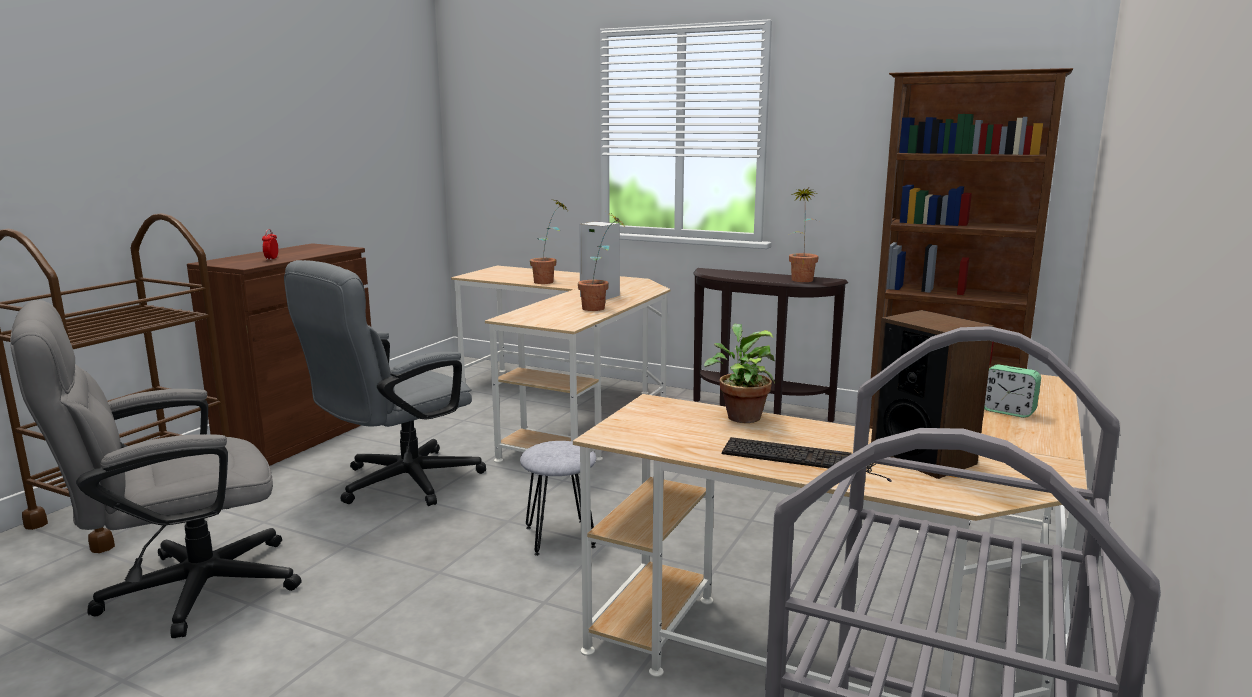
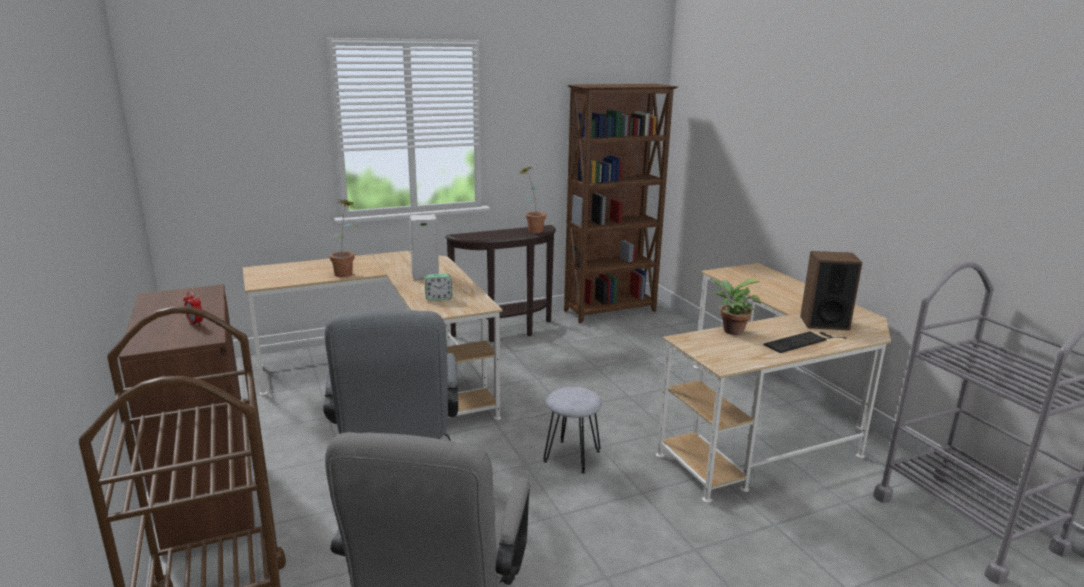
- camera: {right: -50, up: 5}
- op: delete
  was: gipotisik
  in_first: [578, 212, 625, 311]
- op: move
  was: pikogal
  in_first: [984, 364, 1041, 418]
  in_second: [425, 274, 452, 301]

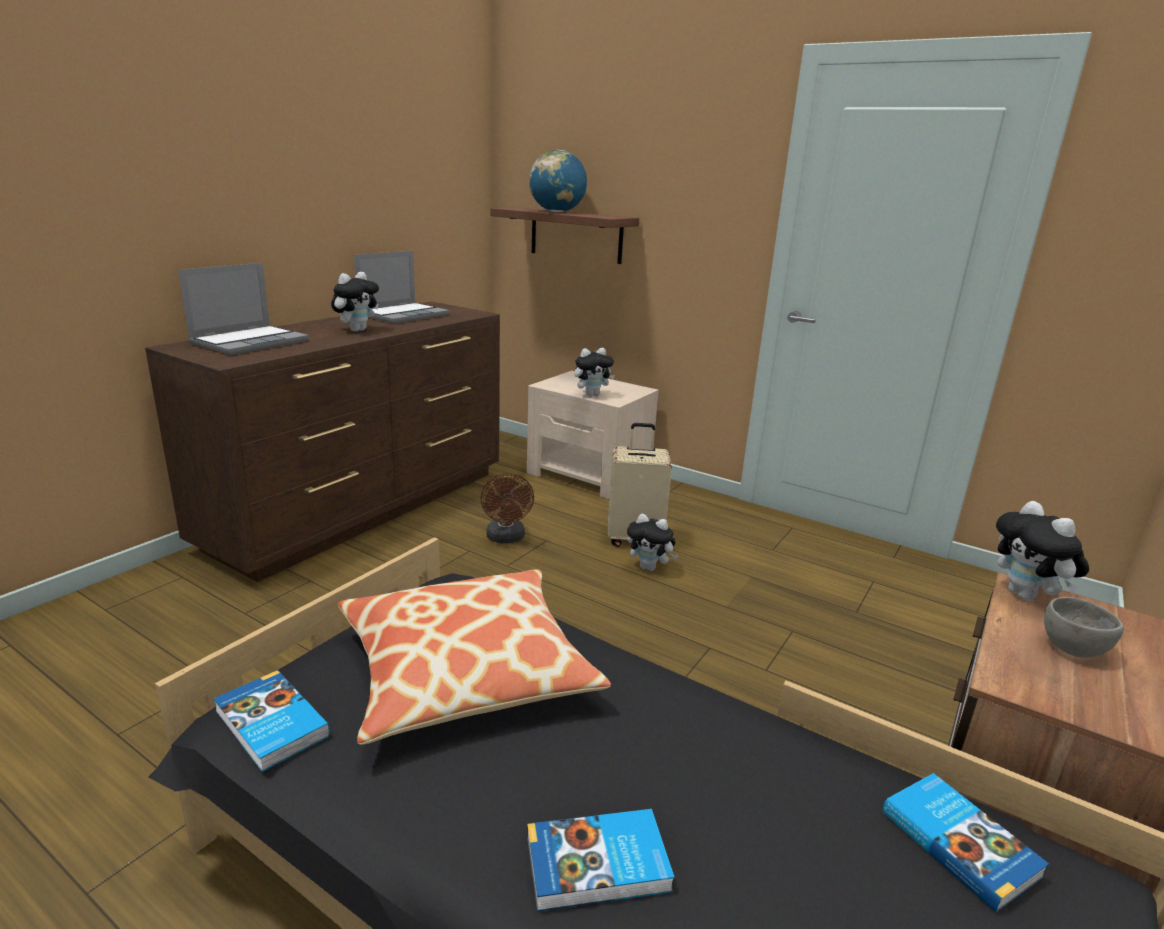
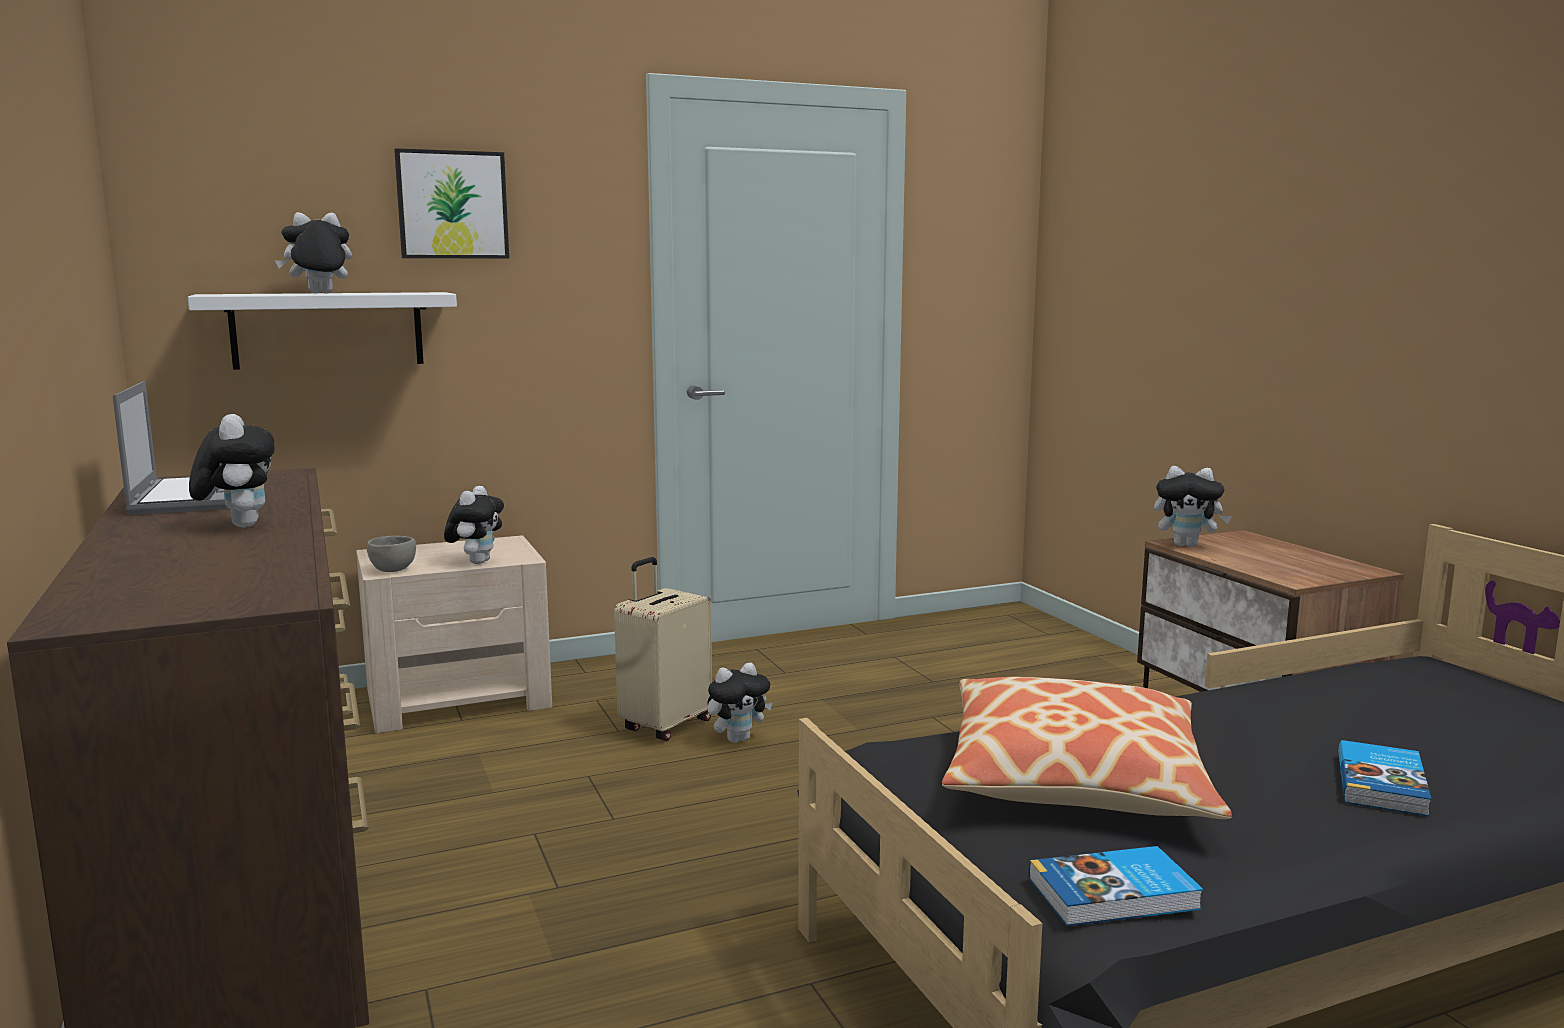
- camera: {right: -55, up: -10}
- op: delete
  was: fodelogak
  in_first: [178, 263, 309, 355]
- op: delete
  was: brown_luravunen
  in_first: [481, 473, 534, 543]
- op: delete
  was: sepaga
  in_first: [883, 773, 1049, 913]
- op: insert
  now: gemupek
  in_second: [394, 148, 509, 258]
- op: move
  was: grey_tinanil
  in_first: [1044, 597, 1124, 658]
  in_second: [367, 536, 416, 572]
- op: replace
  was: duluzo
  now: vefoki
  in_first: [529, 150, 587, 212]
  in_second: [275, 212, 352, 294]
- op: recolor
  was: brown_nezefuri
  now: white_nezefuri
  in_first: [490, 207, 639, 264]
  in_second: [188, 292, 457, 370]

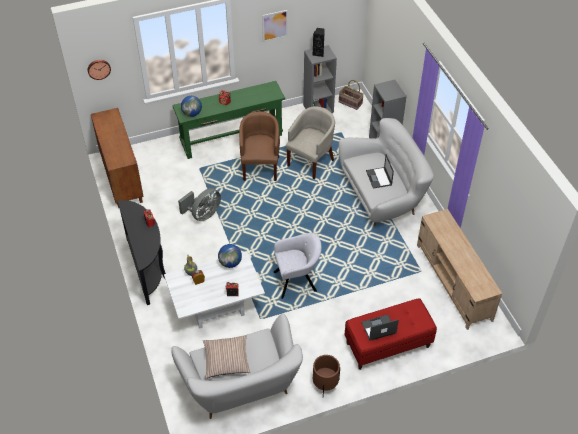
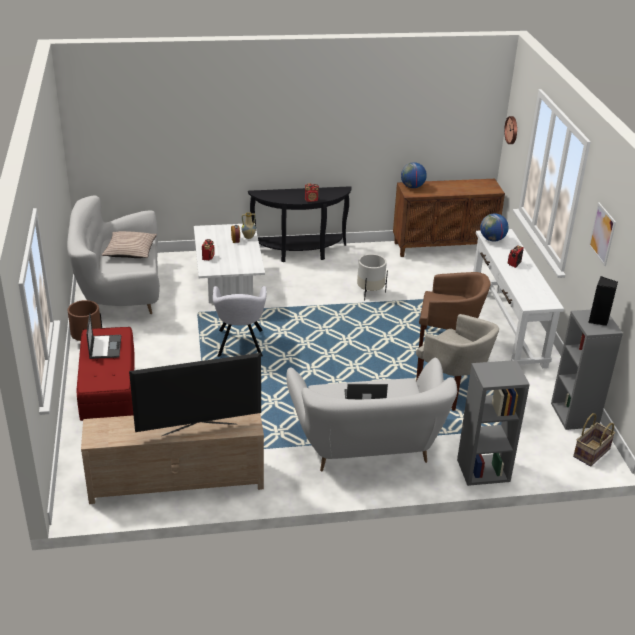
- camera: {right: 100, up: -15}
- op: insert
  now: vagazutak
  in_second: [129, 353, 261, 436]
- op: move
  was: duluzo
  in_first: [218, 244, 242, 268]
  in_second: [401, 162, 427, 188]
- op: replace
  was: grey_luravunen
  now: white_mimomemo
  in_first: [178, 188, 221, 221]
  in_second: [357, 254, 388, 301]
- op: recolor
  was: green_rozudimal
  now: white_rozudimal
  in_first: [172, 81, 285, 159]
  in_second: [473, 229, 564, 368]

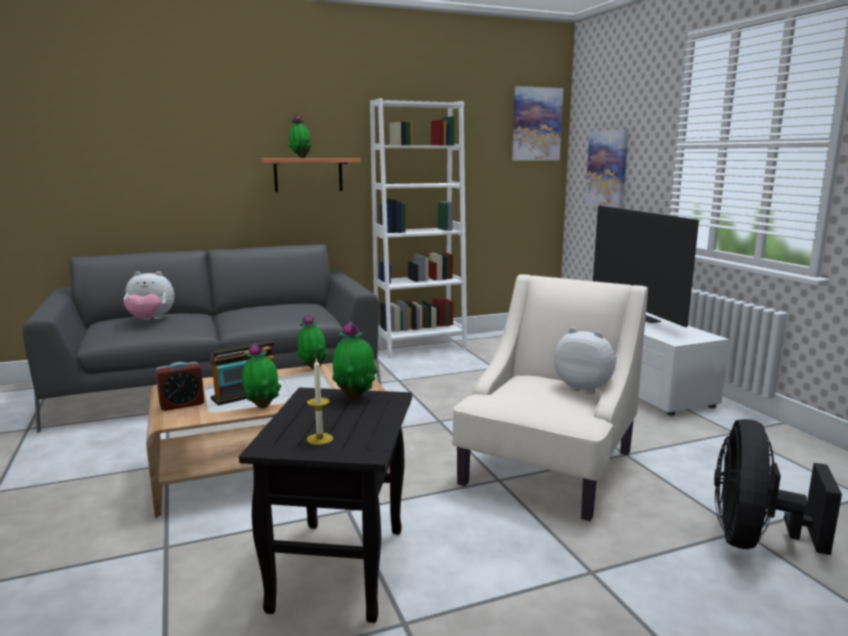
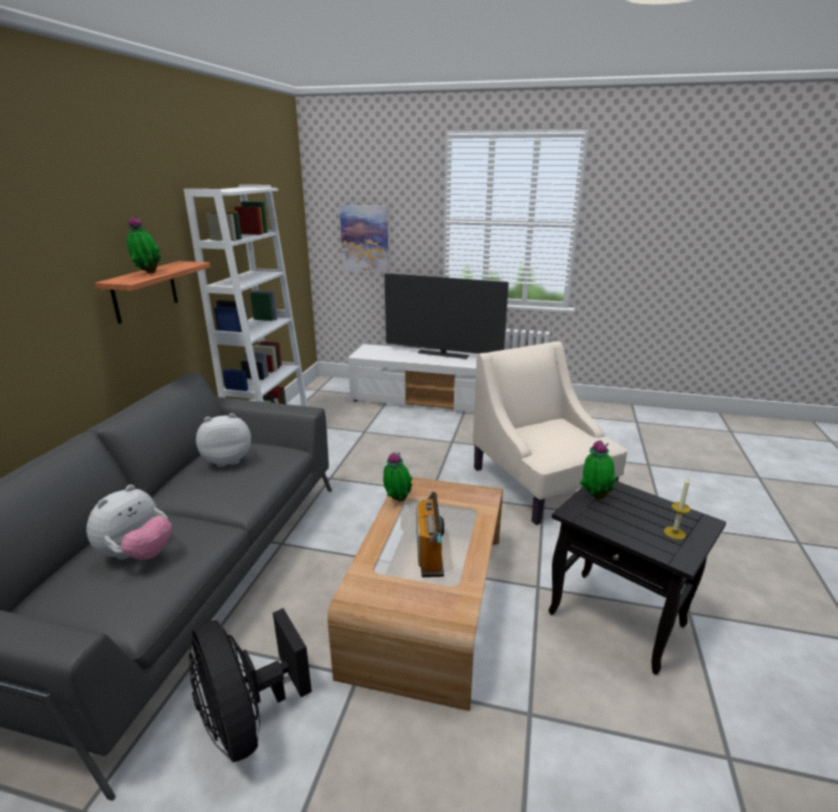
- camera: {right: -55, up: 10}
- op: delete
  was: pikogal
  in_first: [156, 362, 204, 411]
- op: delete
  was: gipotisik
  in_first: [242, 343, 282, 408]
- op: delete
  was: gemupek
  in_first: [512, 86, 563, 161]
- op: move
  was: vefoki
  in_first: [554, 327, 617, 394]
  in_second: [196, 413, 251, 467]
- op: move
  was: black_luravunen
  in_first: [714, 419, 842, 555]
  in_second: [189, 608, 312, 762]

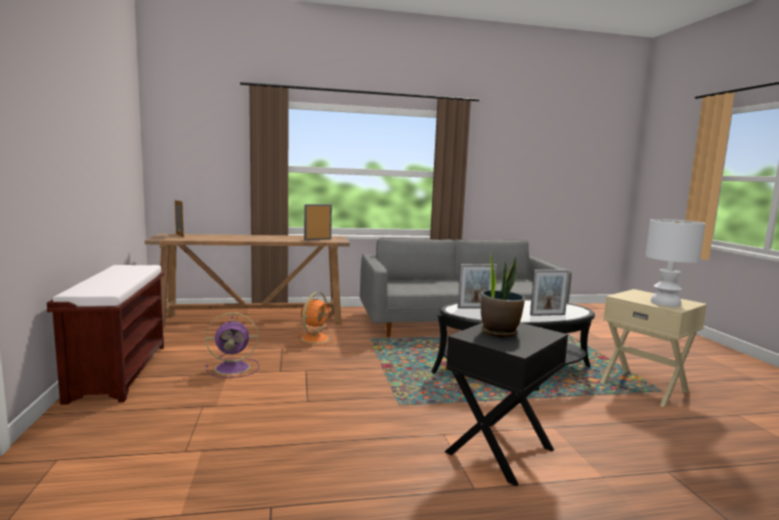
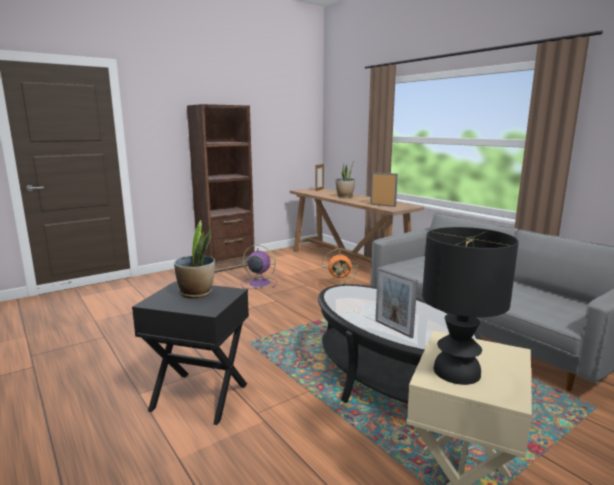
- camera: {right: 65, up: 5}
- op: delete
  was: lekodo
  in_first: [458, 264, 497, 309]
- op: insert
  now: gipotisik
  in_second: [336, 161, 355, 198]
- op: replace
  was: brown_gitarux
  now: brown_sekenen
  in_first: [47, 265, 165, 405]
  in_second: [187, 104, 255, 273]
- op: recolor
  was: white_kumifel
  now: black_kumifel
  in_first: [646, 219, 705, 307]
  in_second: [422, 227, 519, 385]
- op: rotate
  was: purple_luravunen
  in_first: [205, 313, 259, 378]
  in_second: [241, 245, 277, 289]
  clockwise: 150

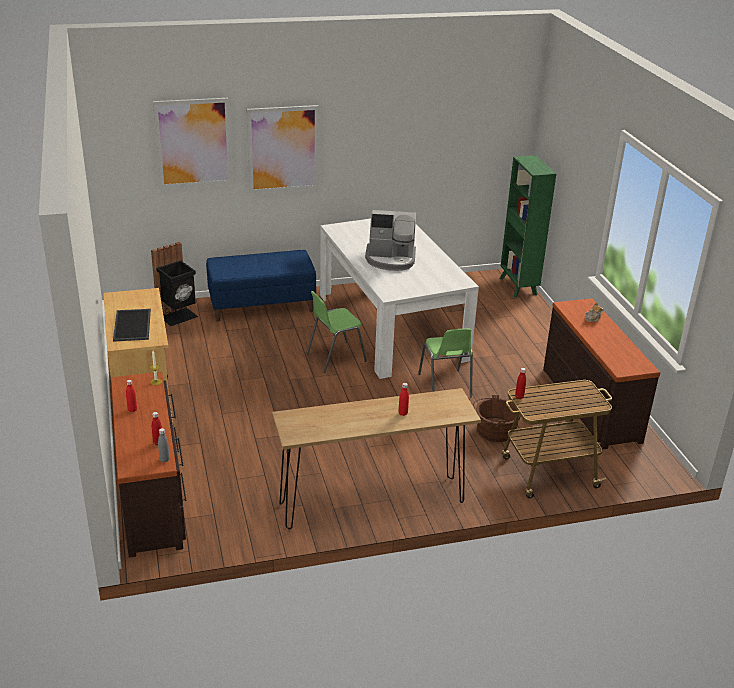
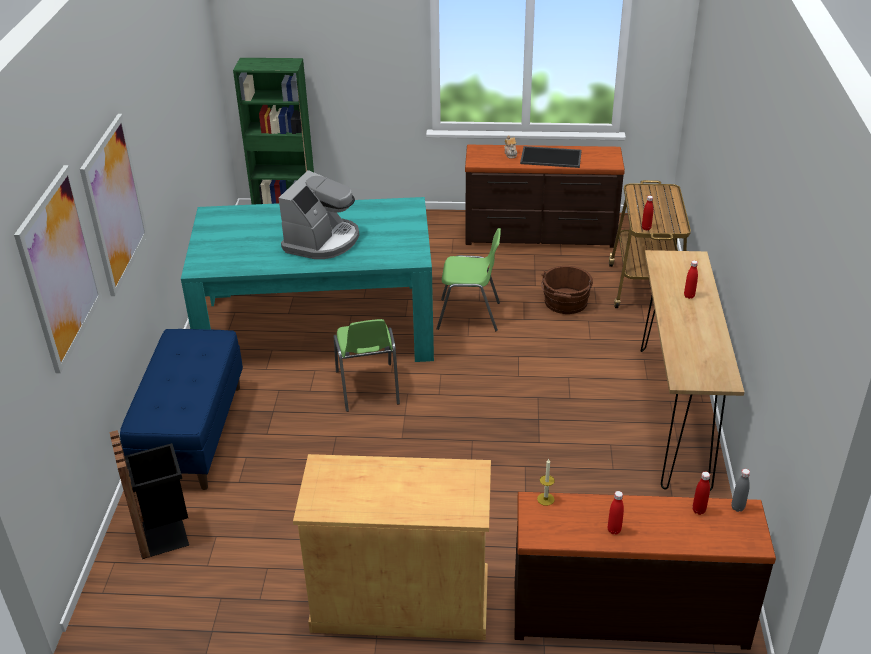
- camera: {right: -70, up: 5}
- op: move
  was: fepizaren
  in_first: [113, 309, 151, 342]
  in_second: [520, 146, 582, 168]
- op: recolor
  was: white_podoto
  now: turquoise_podoto
  in_first: [320, 219, 479, 379]
  in_second: [181, 197, 434, 362]

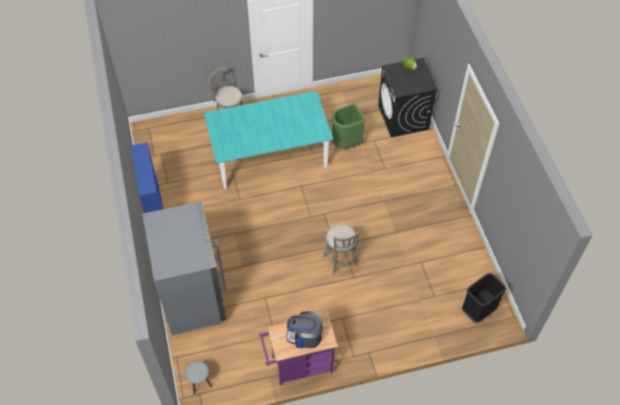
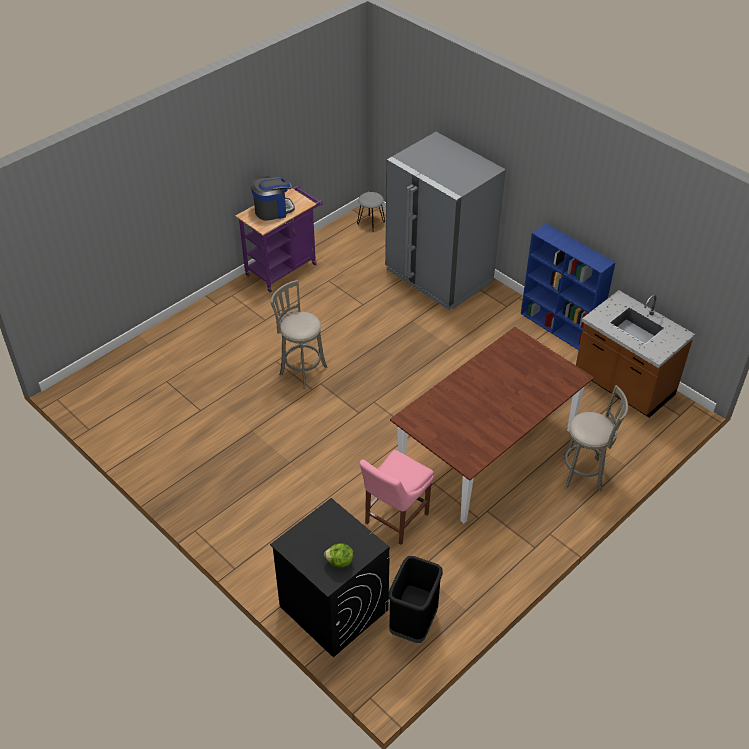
- camera: {right: 150, up: -10}
- op: insert
  now: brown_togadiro
  in_second: [576, 290, 695, 418]
- op: move
  was: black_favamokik
  in_first: [462, 273, 506, 323]
  in_second: [388, 556, 443, 643]
- op: replace
  was: green_favamokik
  now: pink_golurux
  in_first: [332, 103, 366, 149]
  in_second: [359, 450, 434, 545]
- op: recolor
  was: turquoise_podoto
  now: brown_podoto
  in_first: [204, 91, 333, 189]
  in_second: [390, 327, 594, 523]

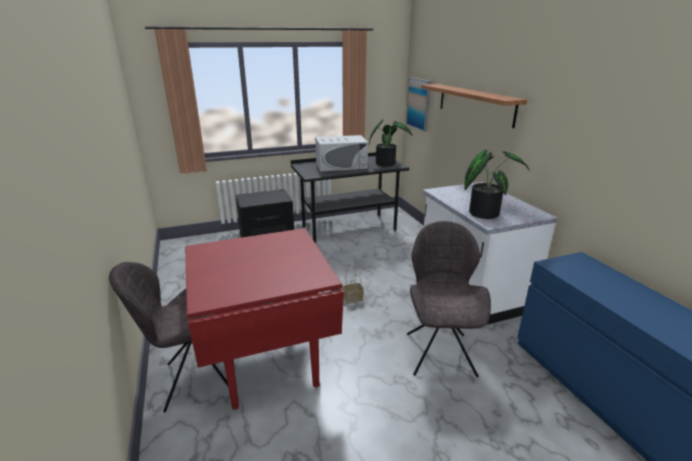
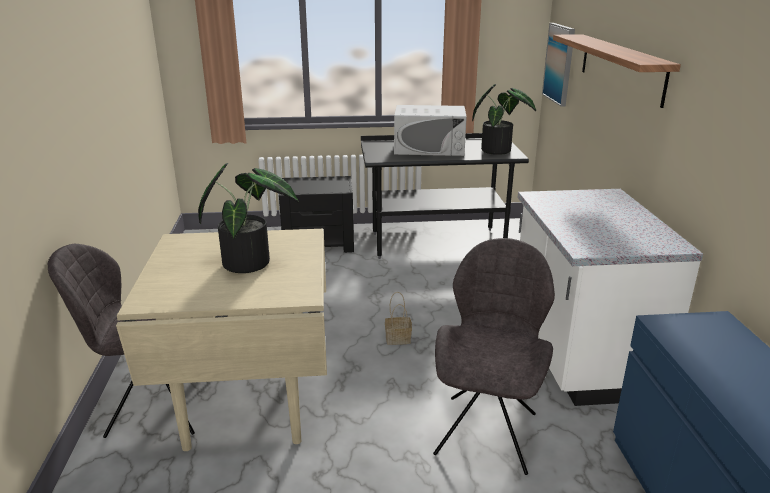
- camera: {right: 15, up: 0}
- op: move
  was: gipotisik
  in_first: [464, 150, 529, 219]
  in_second: [198, 163, 299, 273]
- op: recolor
  was: red_podoto
  now: beige_podoto
  in_first: [185, 228, 344, 410]
  in_second: [116, 229, 327, 451]

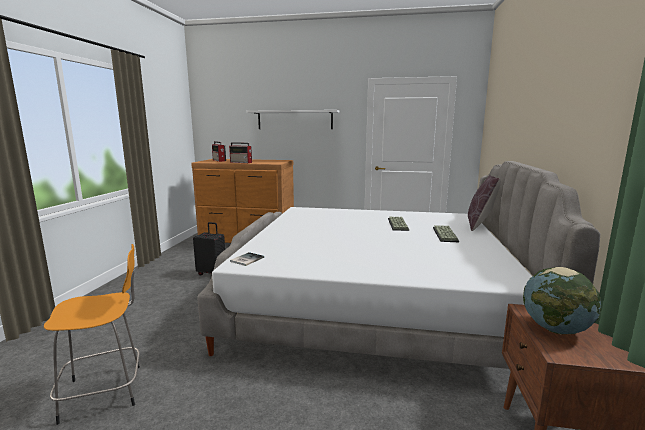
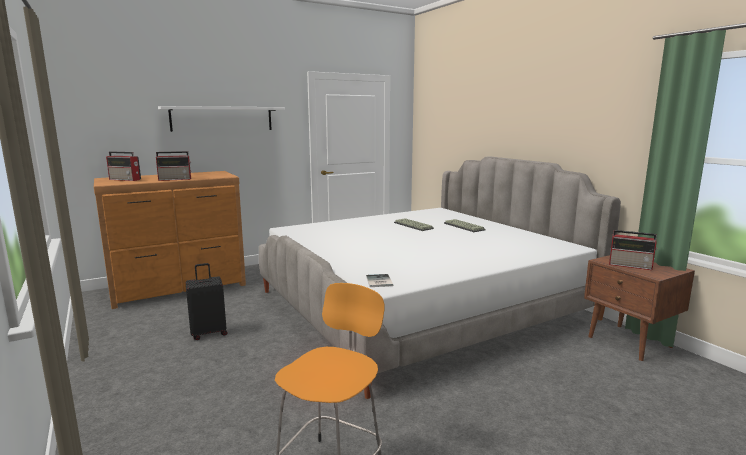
- camera: {right: -40, up: 0}
- op: delete
  was: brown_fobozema
  in_first: [468, 175, 501, 231]
- op: replace
  was: duluzo
  now: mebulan
  in_first: [523, 267, 601, 334]
  in_second: [609, 230, 657, 270]

